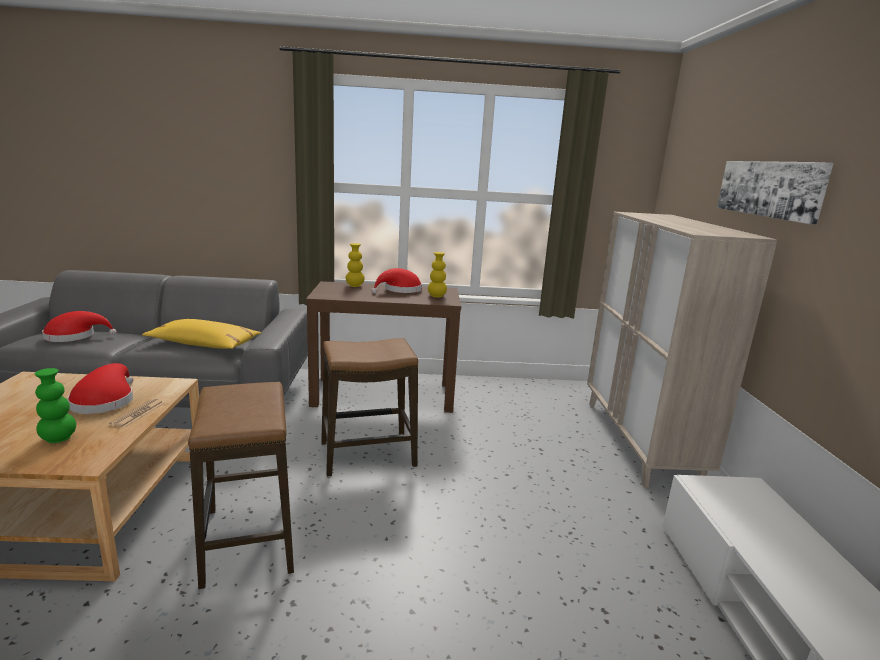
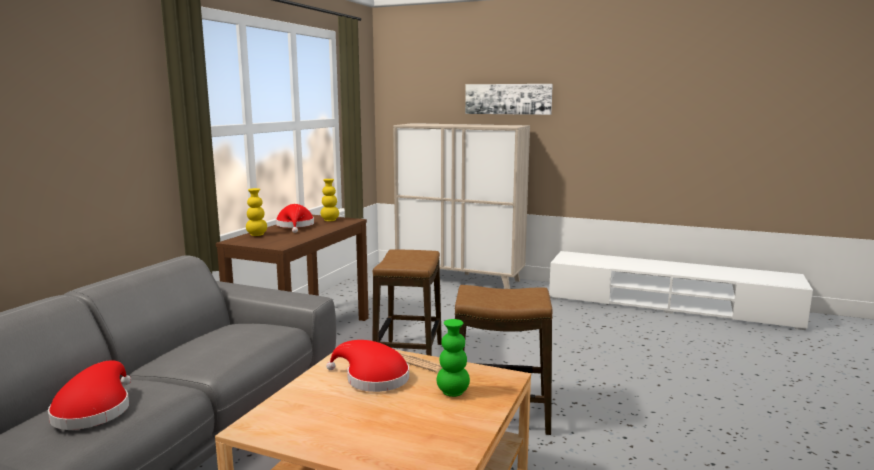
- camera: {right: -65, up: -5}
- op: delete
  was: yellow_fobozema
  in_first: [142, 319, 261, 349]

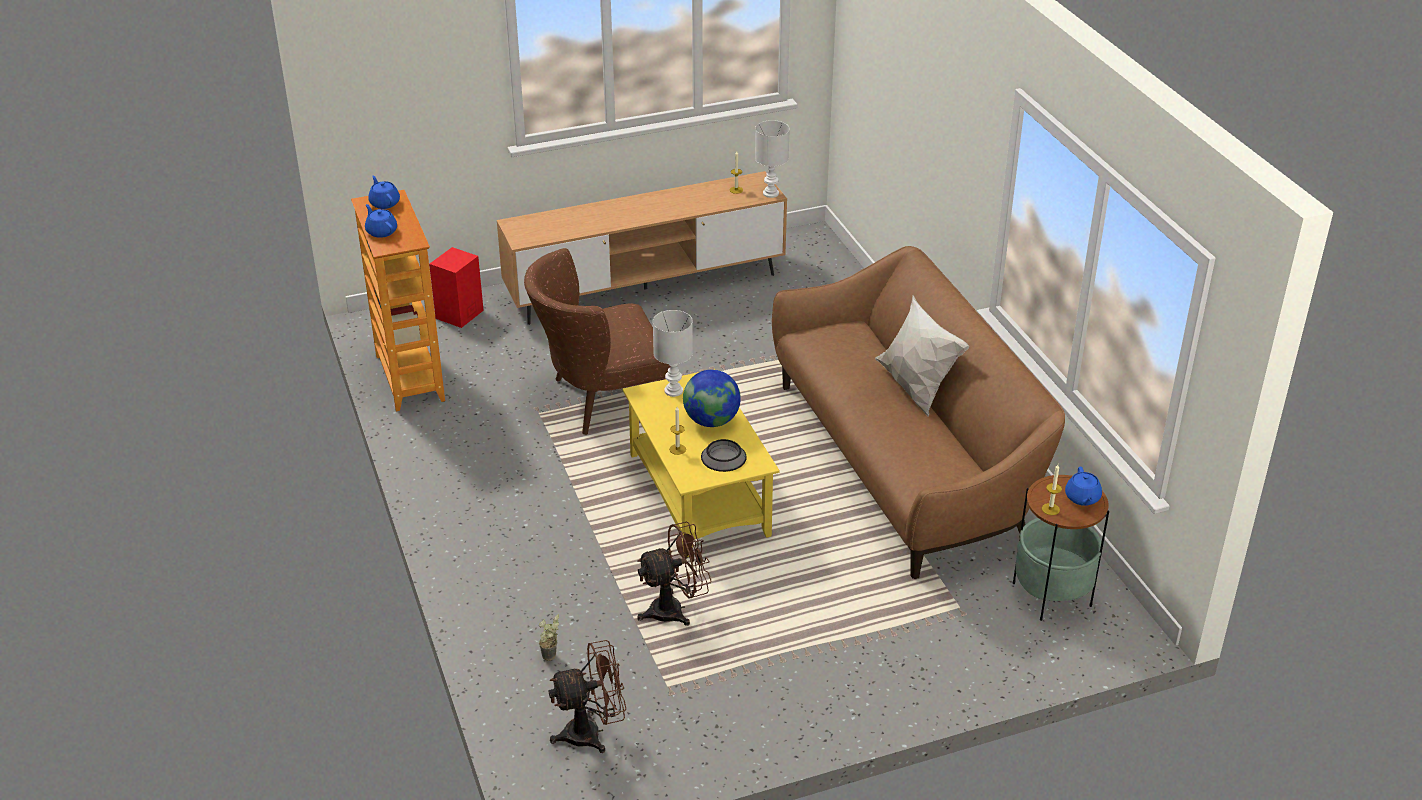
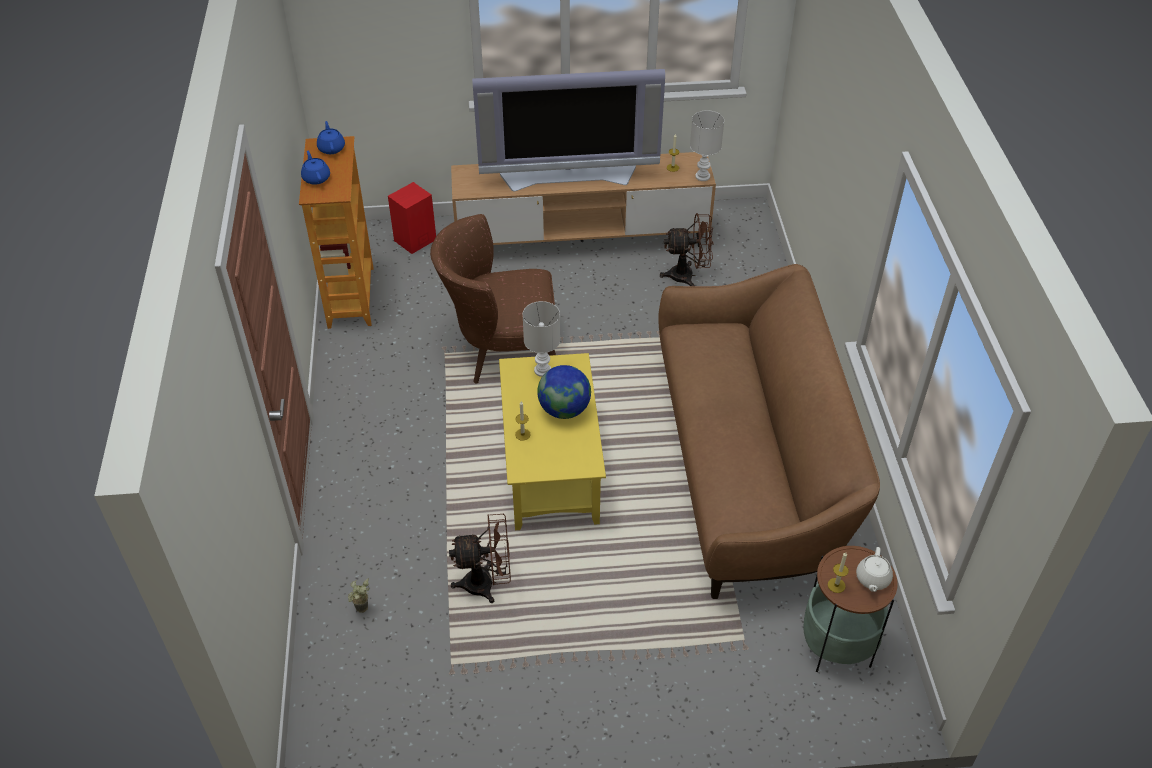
- camera: {right: 15, up: 10}
- op: delete
  was: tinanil
  in_first: [701, 439, 747, 472]
- op: delete
  was: white_fobozema
  in_first: [875, 295, 970, 417]
- op: insert
  now: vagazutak
  in_second: [472, 69, 665, 192]
- op: move
  was: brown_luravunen
  in_first: [548, 640, 626, 753]
  in_second: [660, 213, 713, 286]
- op: recolor
  was: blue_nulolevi
  now: white_nulolevi
  in_first: [1065, 467, 1102, 506]
  in_second: [856, 547, 893, 592]

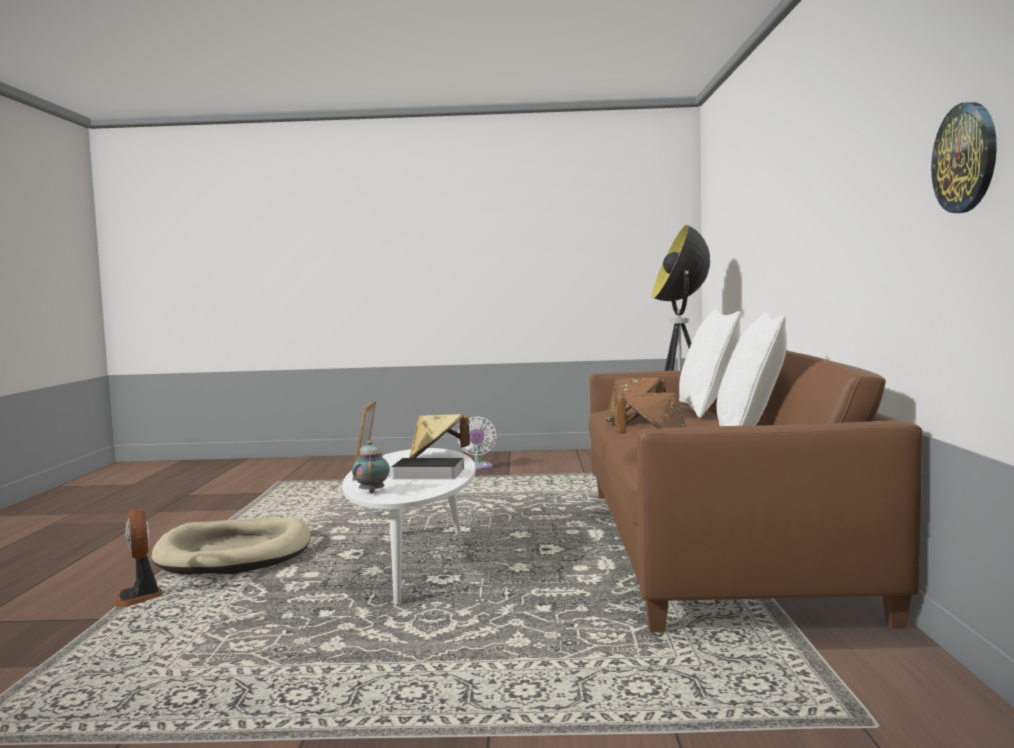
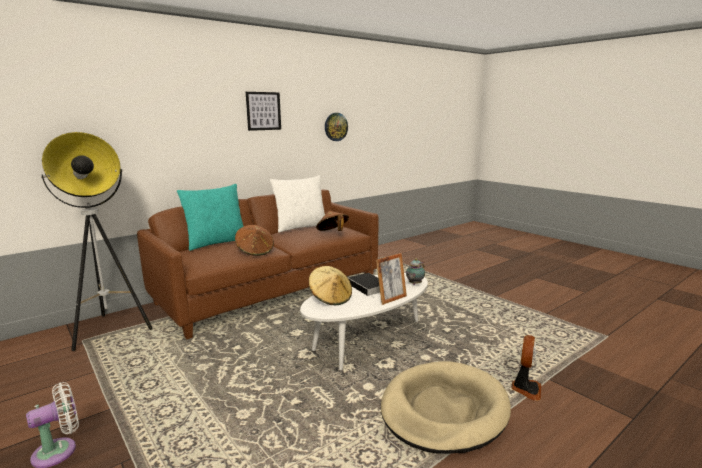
- camera: {right: -130, up: 10}
- op: insert
  now: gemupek
  in_second: [246, 92, 281, 131]
- op: recolor
  was: white_fobozema
  now: turquoise_fobozema
  in_first: [679, 309, 741, 418]
  in_second: [177, 184, 244, 251]

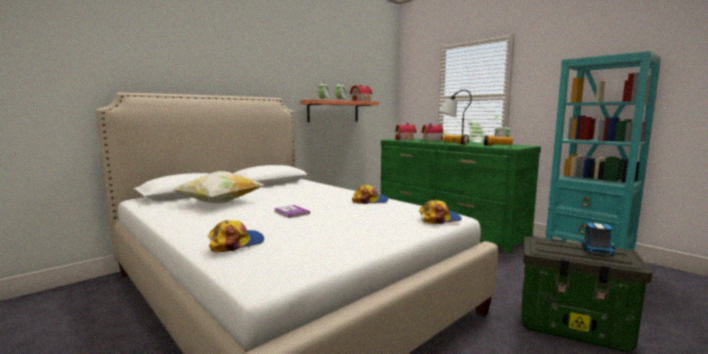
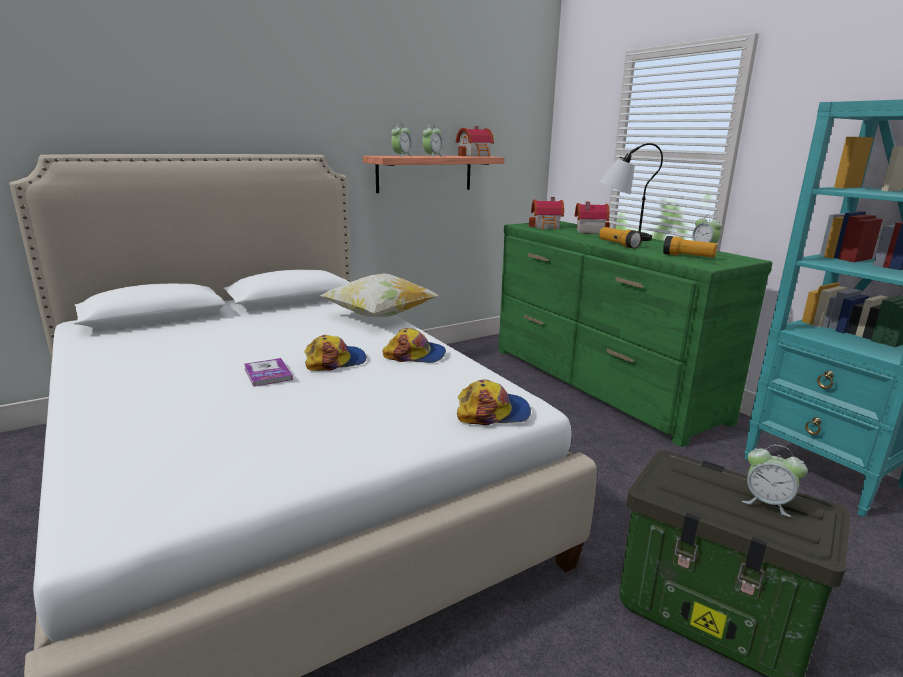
- camera: {right: 10, up: 10}
- op: move
  was: fobozema
  in_first: [172, 171, 264, 204]
  in_second: [320, 273, 439, 317]
- op: move
  was: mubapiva
  in_first: [208, 220, 264, 252]
  in_second: [304, 335, 367, 371]
- op: replace
  was: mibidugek
  now: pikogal
  in_first: [581, 222, 615, 256]
  in_second: [742, 445, 808, 517]

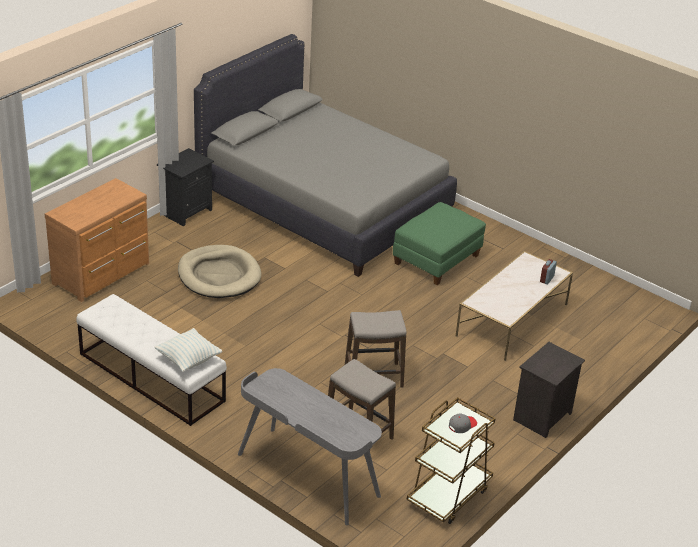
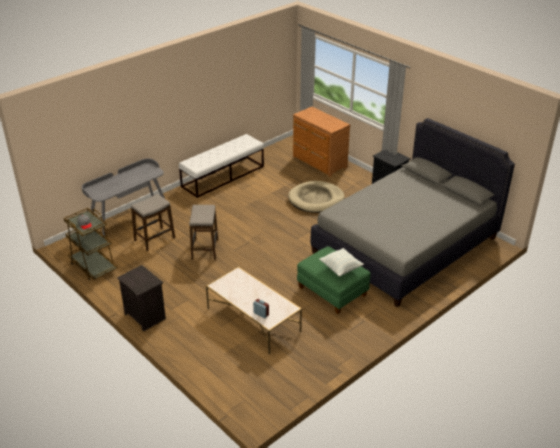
- camera: {right: 100, up: 0}
- op: move
  was: fobozema
  in_first: [155, 328, 222, 372]
  in_second: [319, 248, 364, 277]

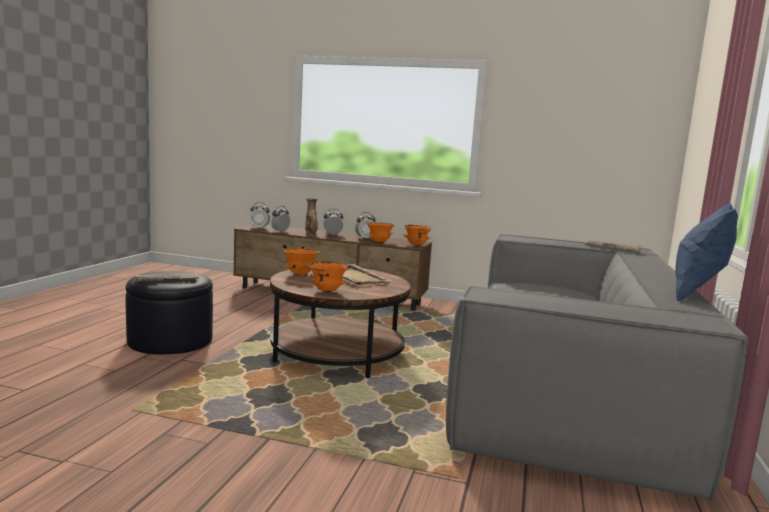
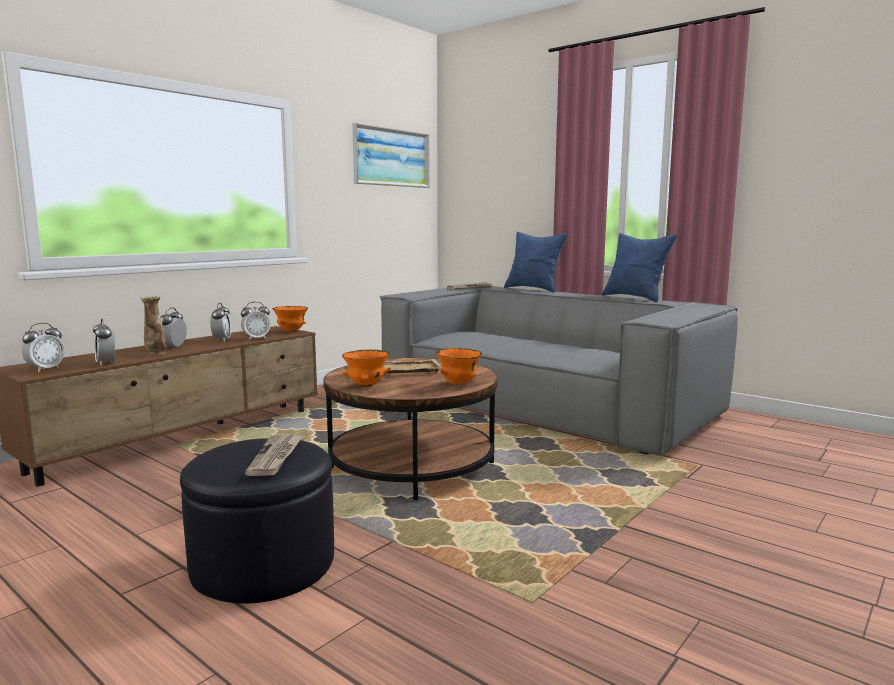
- camera: {right: -65, up: 0}
- op: insert
  now: gemupek
  in_second: [352, 123, 430, 188]
- op: insert
  now: blue_fobozema
  in_second: [504, 232, 568, 292]
- op: replace
  was: orange_tinanil
  now: pikogal
  in_first: [367, 222, 394, 243]
  in_second: [241, 302, 271, 340]

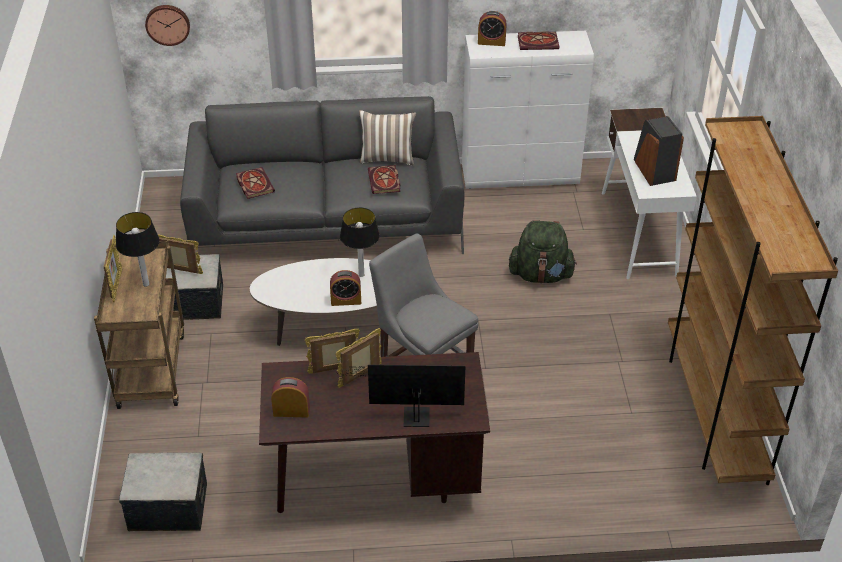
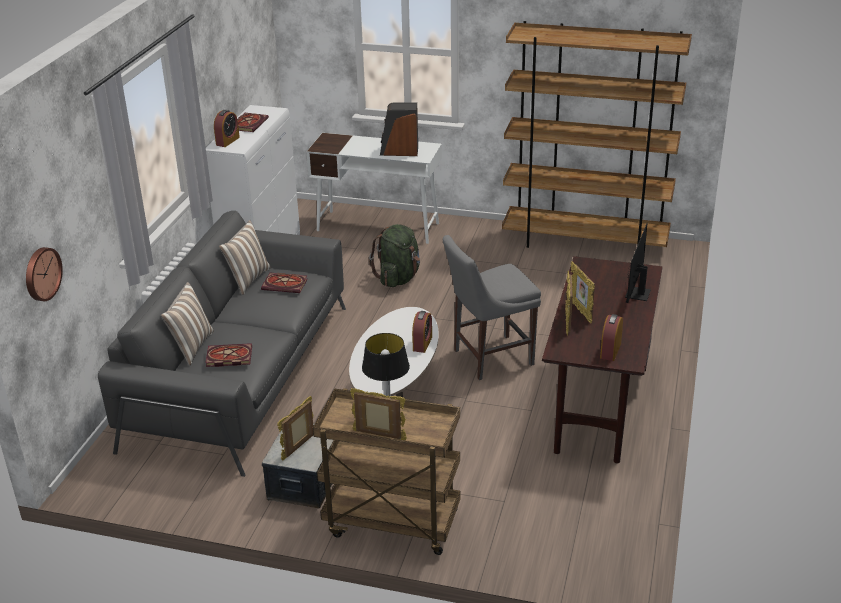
- camera: {right: -70, up: -10}
- op: delete
  was: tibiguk
  in_first: [119, 453, 207, 531]
- op: delete
  was: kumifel
  in_first: [340, 207, 380, 277]
- op: insert
  now: fobozema
  in_second: [161, 282, 214, 365]

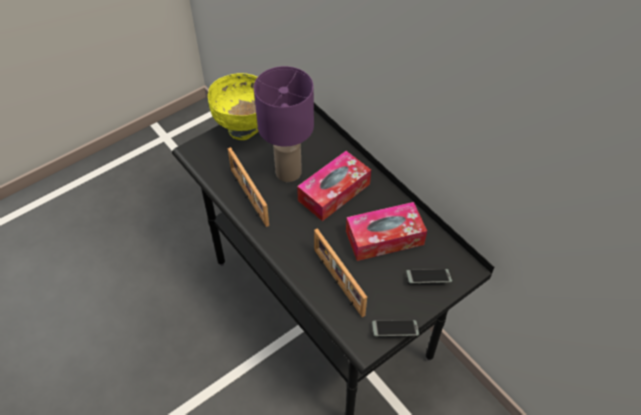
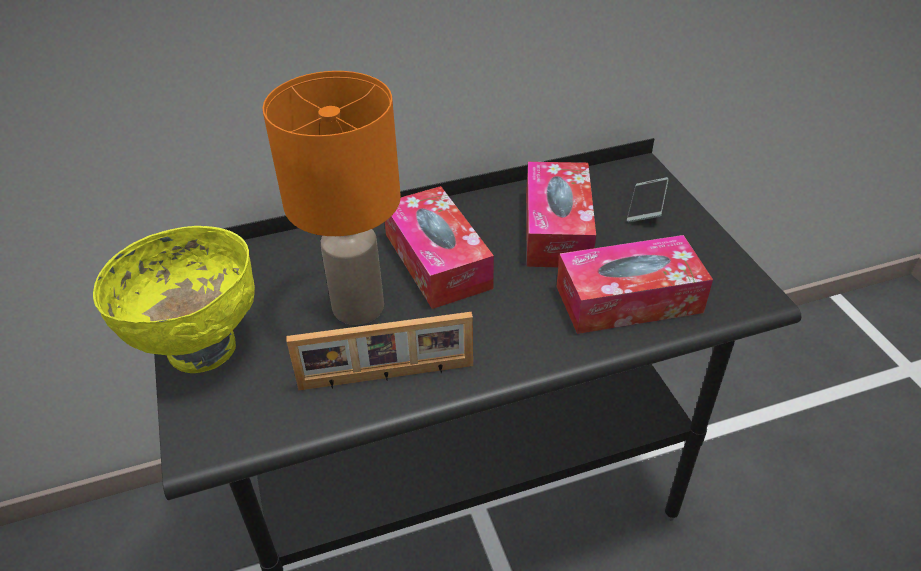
- camera: {right: -70, up: -10}
- op: delete
  was: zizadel
  in_first: [372, 320, 419, 336]
- op: replace
  was: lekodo
  now: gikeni
  in_first: [314, 228, 367, 317]
  in_second: [556, 235, 713, 334]
- op: recolor
  was: purple_kumifel
  now: orange_kumifel
  in_first: [254, 66, 314, 182]
  in_second: [262, 71, 401, 325]

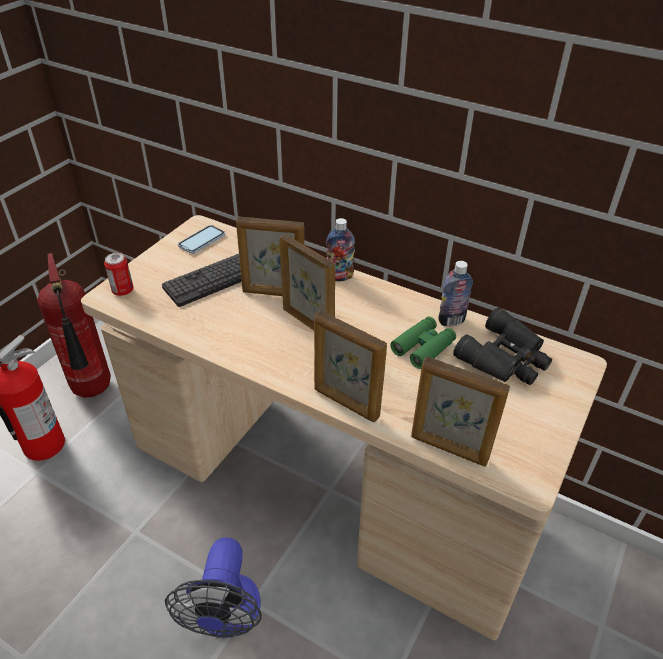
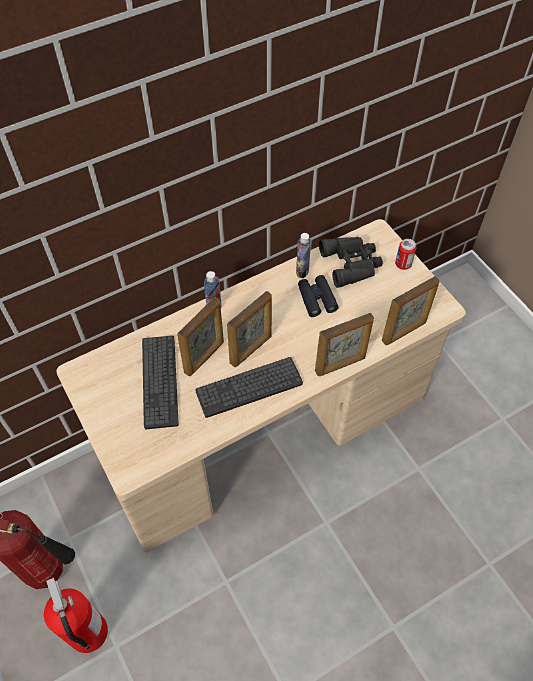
- camera: {right: -60, up: 15}
- op: delete
  was: luravunen
  in_first: [165, 537, 262, 638]
- op: delete
  was: zizadel
  in_first: [178, 225, 225, 254]
- op: insert
  now: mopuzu
  in_second: [195, 357, 303, 418]
- op: move
  was: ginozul
  in_first: [104, 253, 134, 296]
  in_second: [395, 239, 416, 270]
- op: recolor
  was: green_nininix
  now: black_nininix
  in_first: [390, 317, 456, 369]
  in_second: [298, 275, 339, 317]
- op: rotate
  was: lekodo
  in_first: [279, 234, 335, 330]
  in_second: [227, 291, 272, 367]
  clockwise: 150

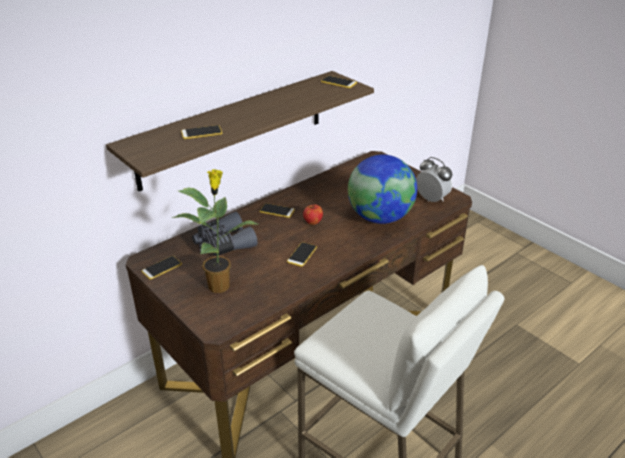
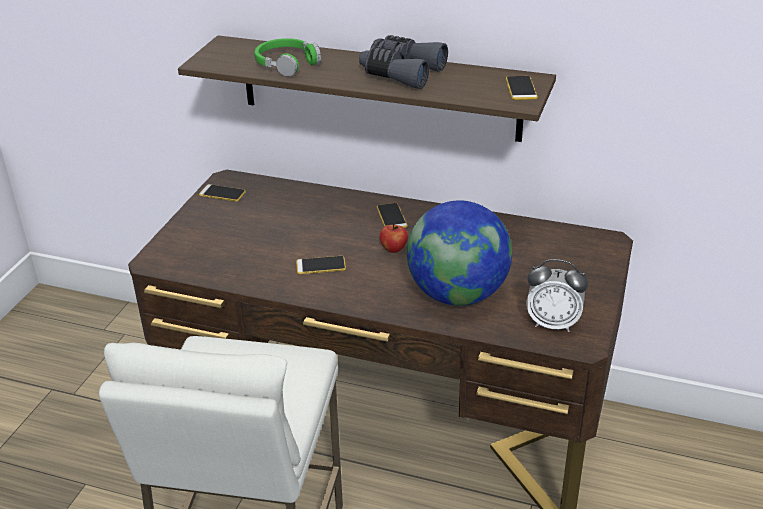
- camera: {right: 60, up: 0}
- op: delete
  was: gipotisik
  in_first: [171, 169, 258, 293]
- op: move
  was: grey_nininix
  in_first: [192, 211, 257, 256]
  in_second: [359, 35, 448, 89]
- op: replace
  was: zizadel
  now: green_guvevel
  in_first: [181, 125, 222, 139]
  in_second: [254, 38, 321, 77]
- op: rotate
  was: pikogal
  in_first: [416, 157, 452, 202]
  in_second: [526, 259, 588, 332]
  clockwise: 90

